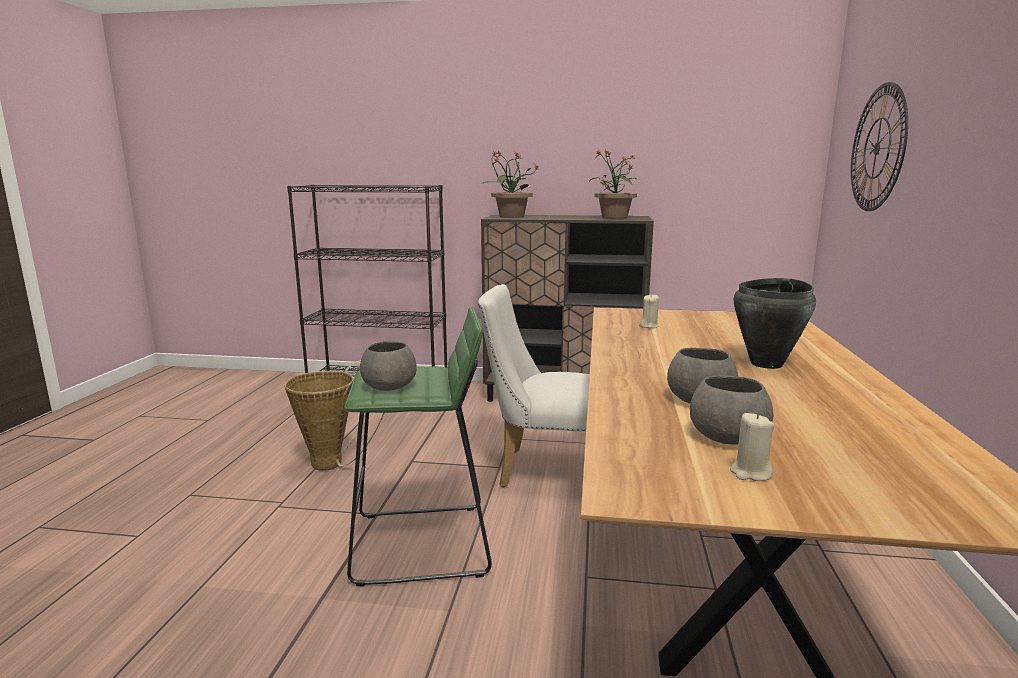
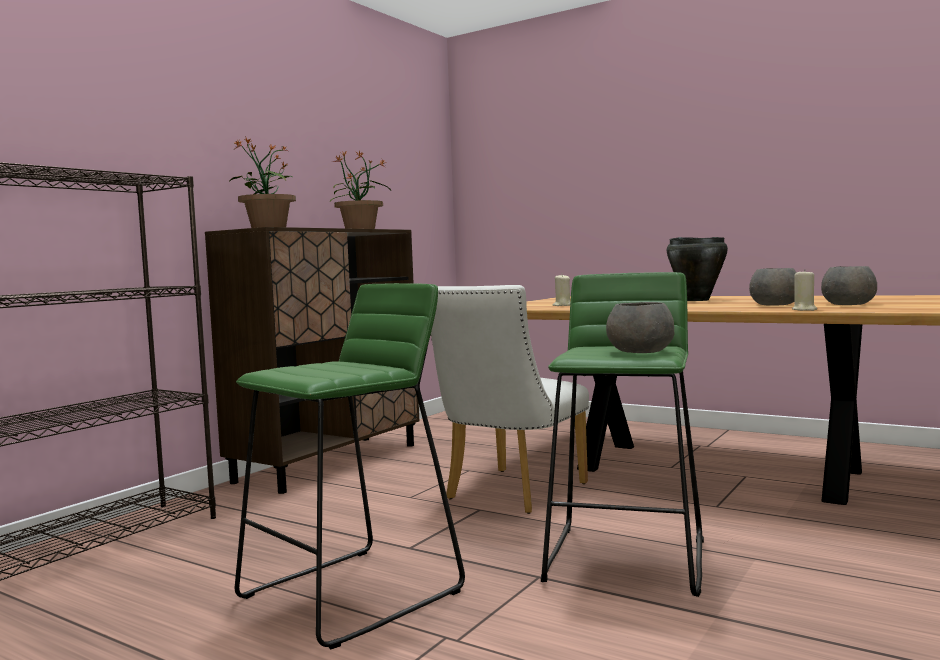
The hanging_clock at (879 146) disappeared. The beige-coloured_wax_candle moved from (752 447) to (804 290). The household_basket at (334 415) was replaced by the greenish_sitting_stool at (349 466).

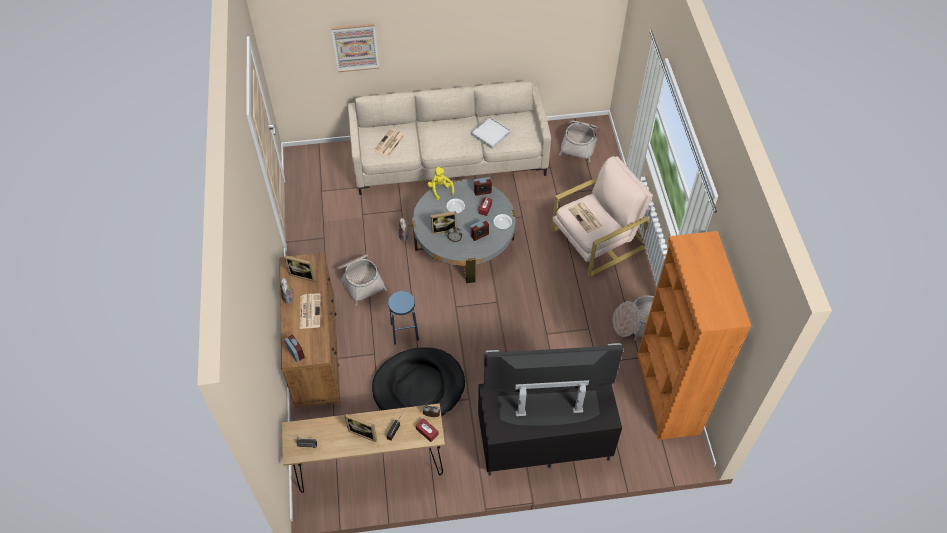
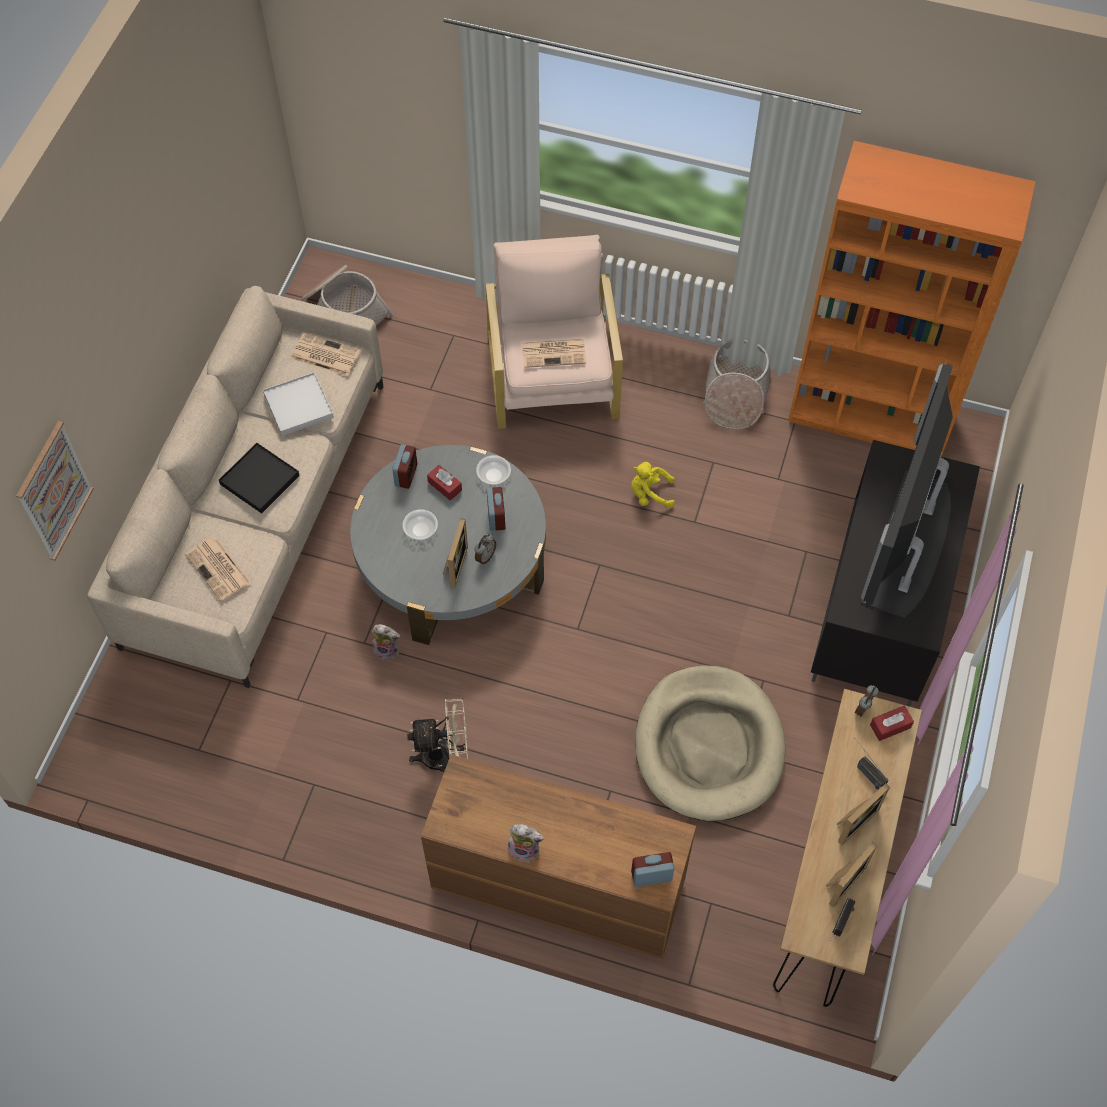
The blue-coloured_sitting_stool at (403 318) disappeared. The blackish_carrying_tray at (259 478) appeared. The photo_frame moved from (300 268) to (852 875). The printed_paper moved from (310 311) to (326 354). The yellow_cuddly_toy moved from (440 183) to (653 485). The household_basket at (362 279) was replaced by the beige-coloured_cooling_fan at (437 735). The blackish_dog_cushion at (418 382) became the beige-coloured_dog_cushion at (710 743).

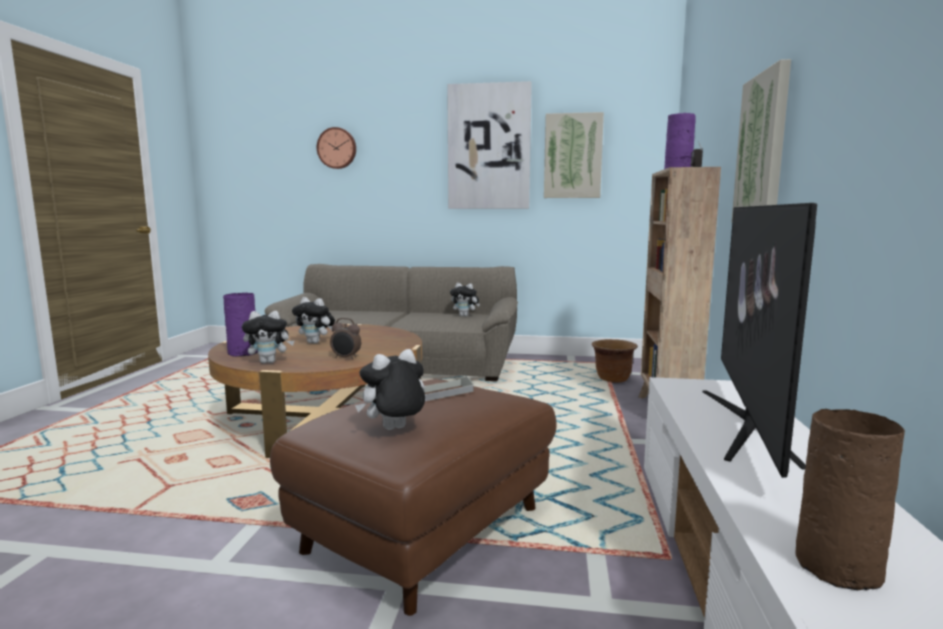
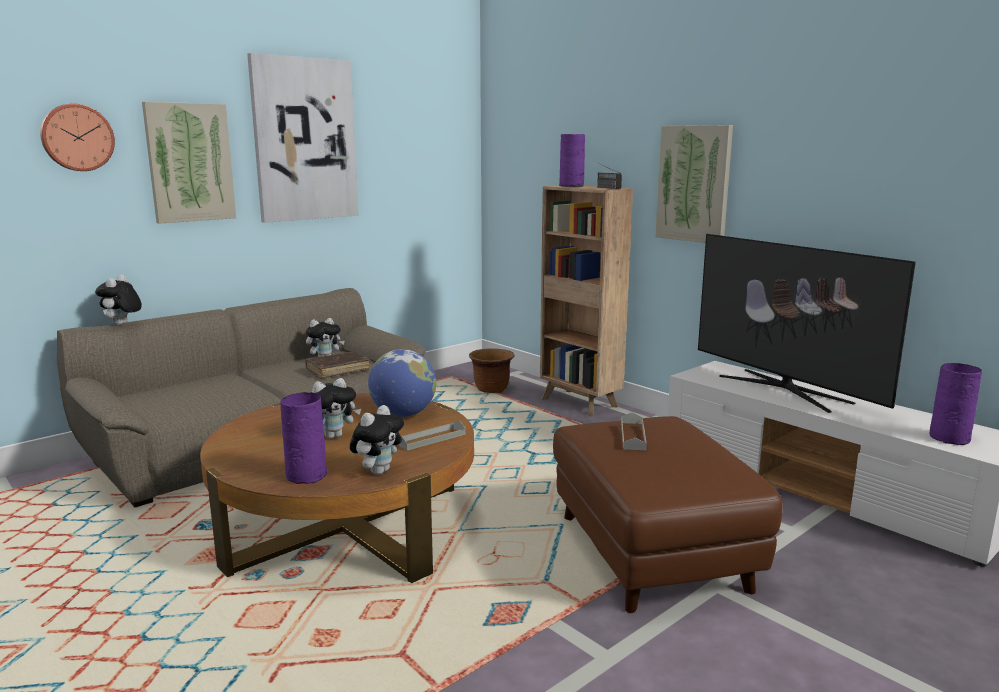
The brown-coloured_volume at (337 365) appeared. The desk_globe at (402 383) appeared. The cuddly_toy moved from (390 389) to (118 300). The wall_art moved from (574 155) to (189 163). The alarm_clock at (345 339) was replaced by the greyish_carrying_tray at (432 435). The brown-coloured_decorative_vase at (850 499) became the purple-coloured_decorative_vase at (955 404).

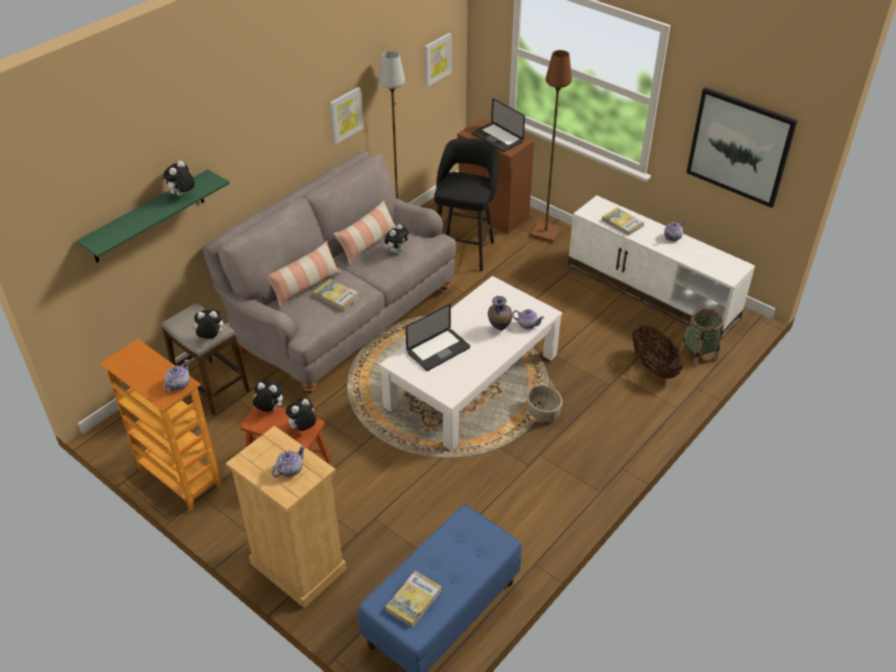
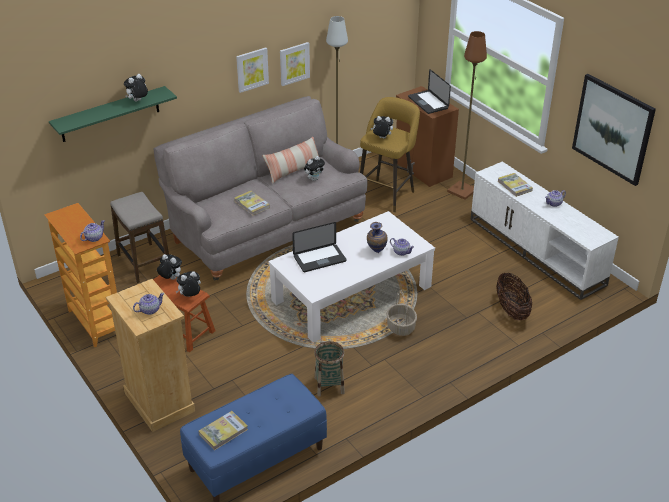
The cushion at (304 274) disappeared. The cuddly_toy moved from (208 324) to (382 127). The wall_art moved from (438 60) to (252 70). The household_basket moved from (701 338) to (329 369). The blackish_sitting_stool at (466 204) became the yellow_sitting_stool at (390 154).

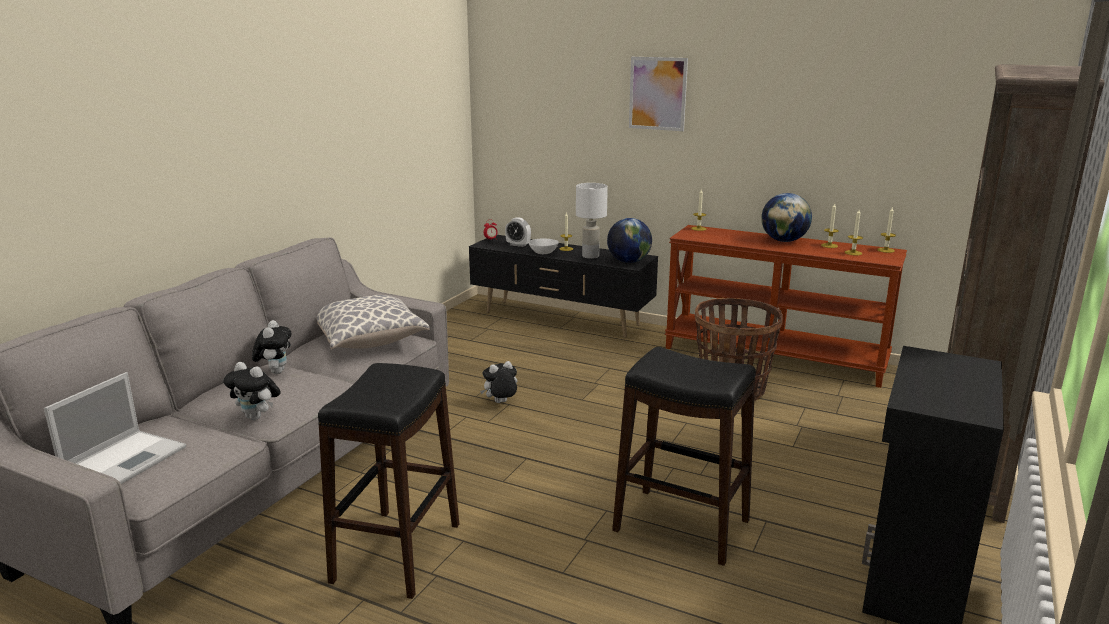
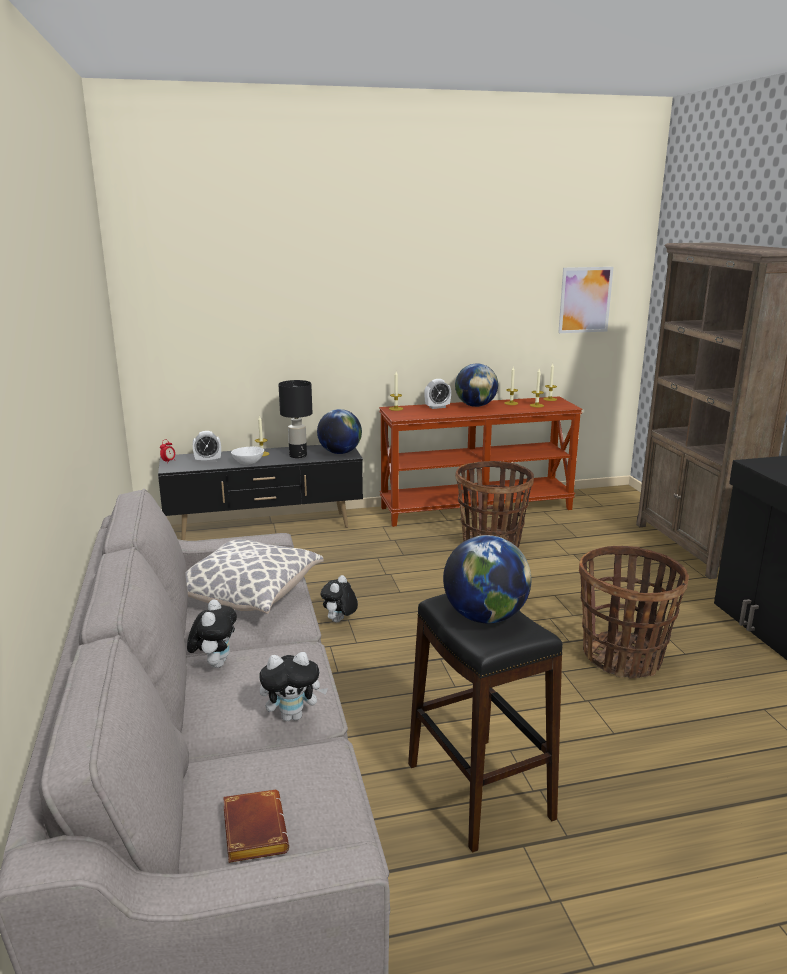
The alarm_clock at (437 394) appeared. The desk_globe at (487 579) appeared. The wall_art moved from (658 94) to (585 300). The laptop at (115 428) was replaced by the brown-coloured_volume at (256 826). The blackish_sitting_stool at (684 456) was replaced by the household_basket at (634 612). The whitish_lamp_for_a_table at (592 221) became the blackish_lamp_for_a_table at (295 419). The cuddly_toy at (271 347) turned 45 degrees clockwise.

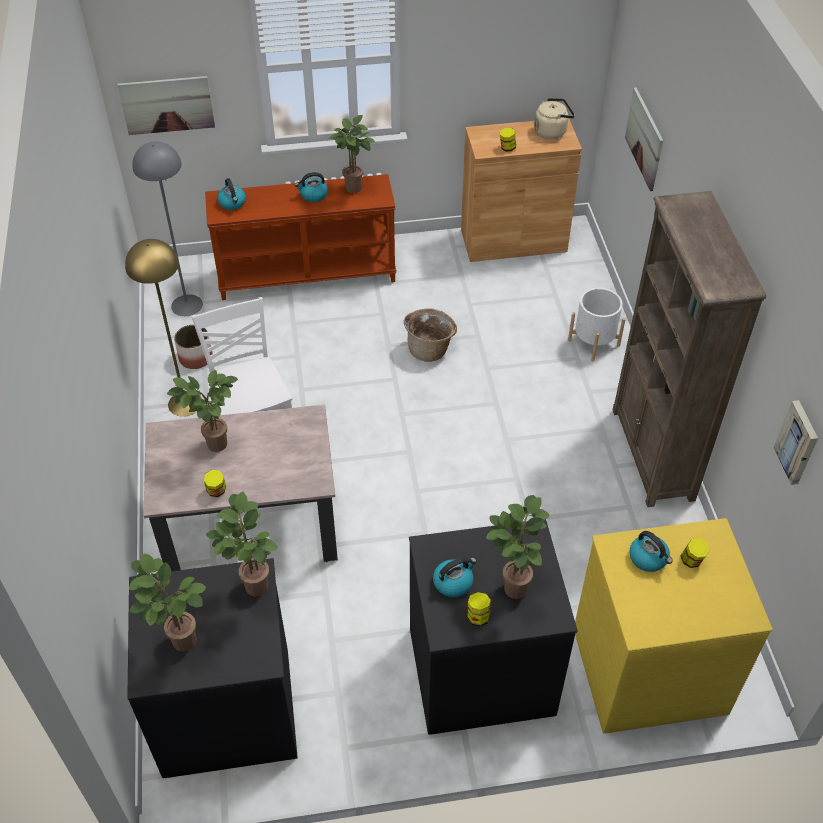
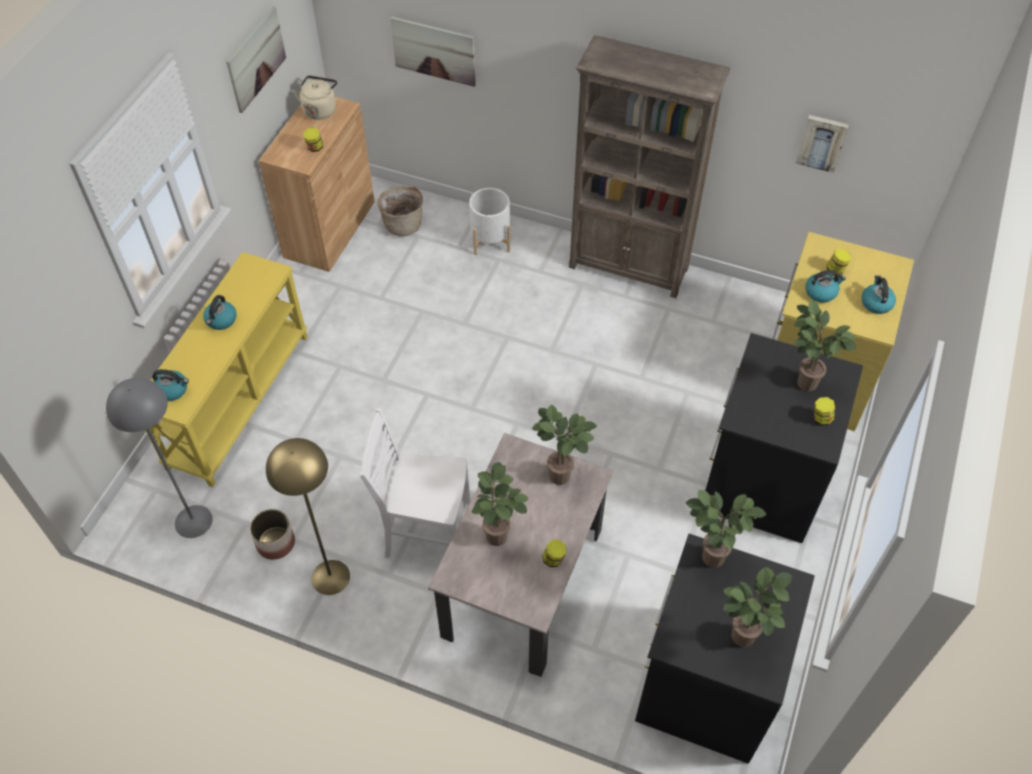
The wall_art moved from (166 105) to (256 59). The houseplant moved from (352 154) to (564 445). The household_basket moved from (430 335) to (400 211). The water_kettle moved from (455 577) to (879 294). The brown-coloured_console_table at (300 237) became the yellow_console_table at (227 369).

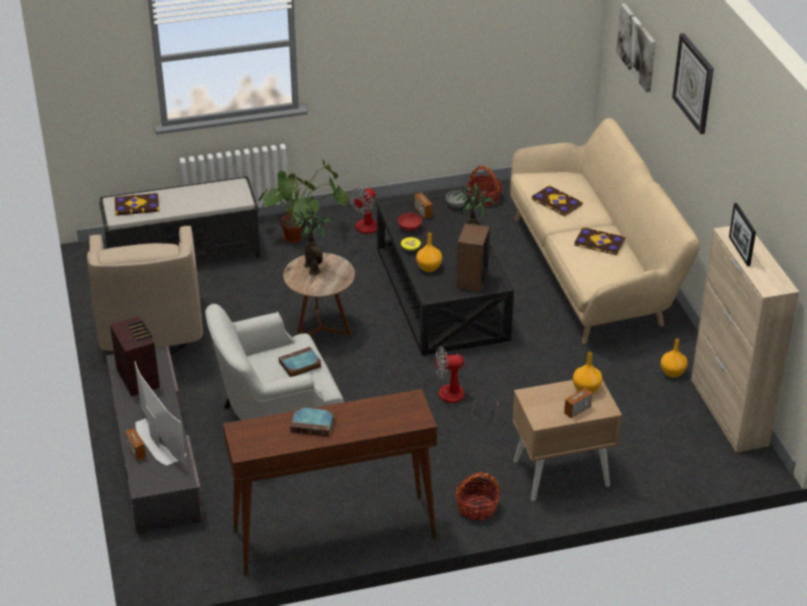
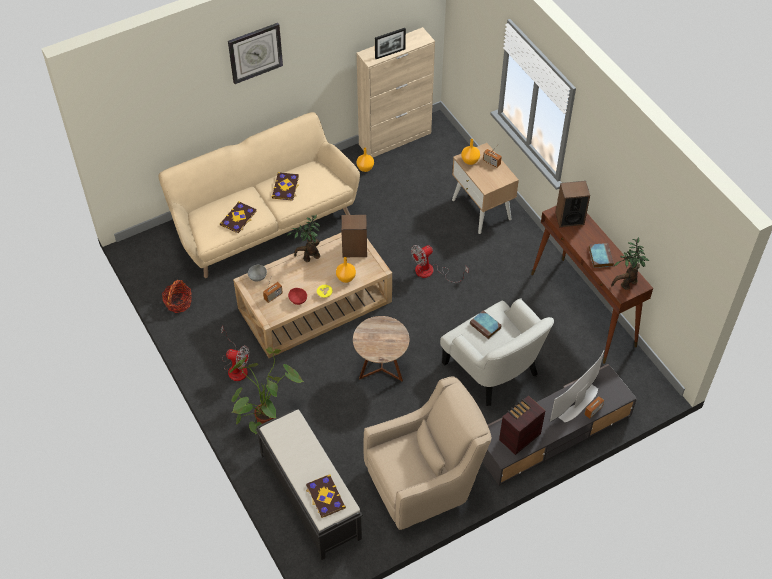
The household_basket at (478 496) disappeared. The wall_art at (636 47) disappeared. The speaker at (572 204) appeared. The houseplant moved from (311 240) to (630 263). The blackish_coffee_table at (445 272) became the beige-coloured_coffee_table at (312 295). The cooling_fan at (467 384) turned 75 degrees clockwise.

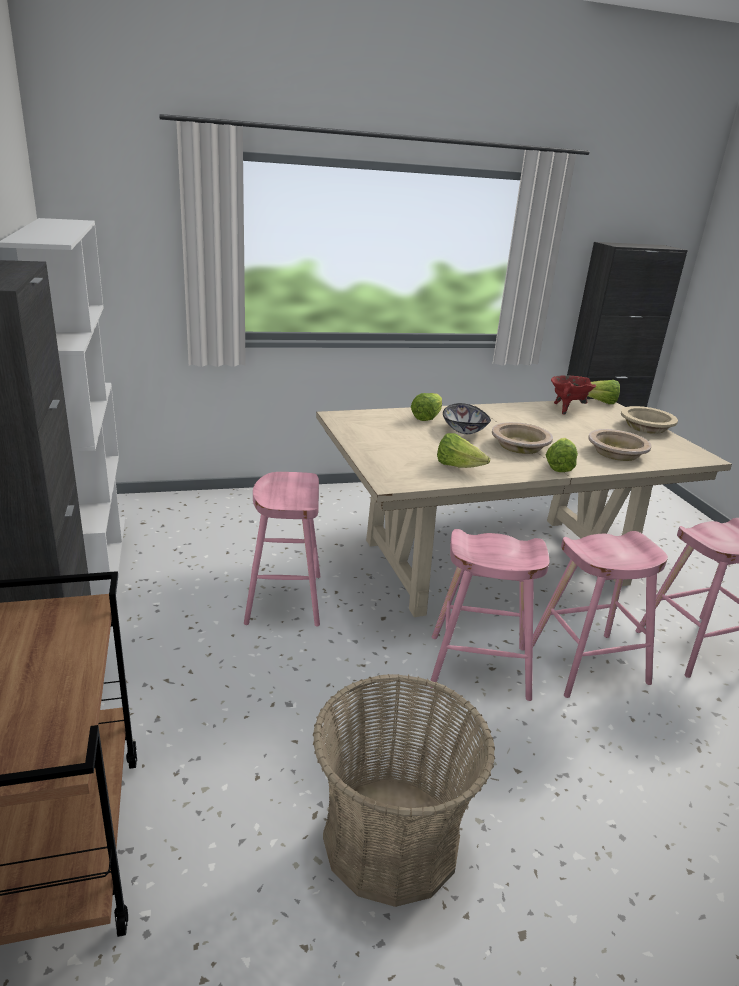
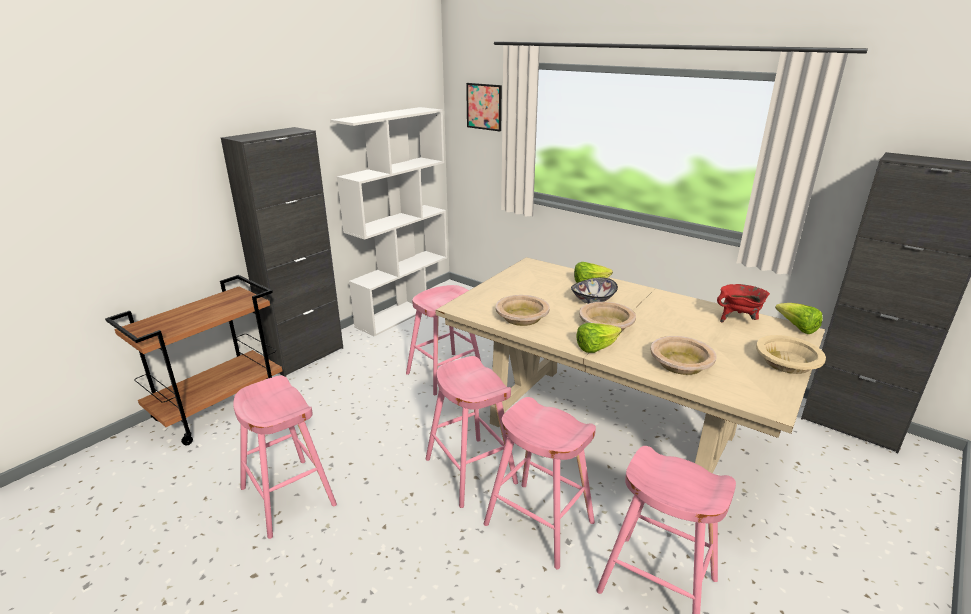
The wall_art at (484 107) appeared. The household_basket at (404 790) was replaced by the pink-coloured_sitting_stool at (285 457). The lettuce at (463 450) was replaced by the beige-coloured_deep_dish at (523 310).

